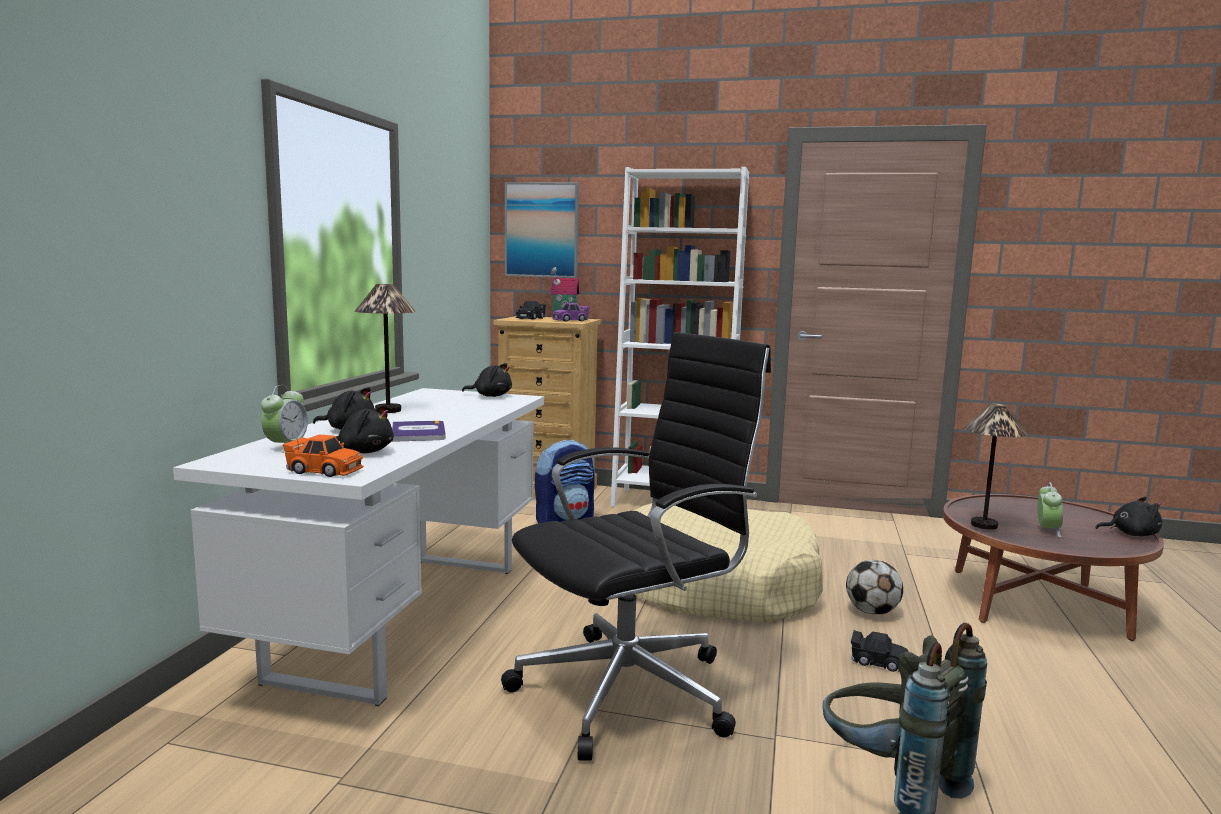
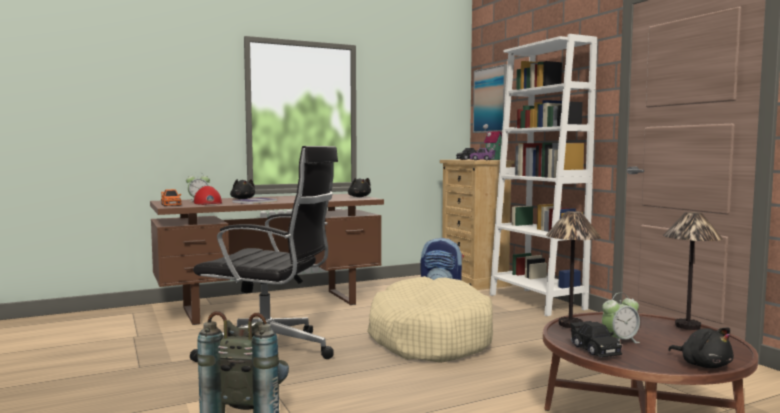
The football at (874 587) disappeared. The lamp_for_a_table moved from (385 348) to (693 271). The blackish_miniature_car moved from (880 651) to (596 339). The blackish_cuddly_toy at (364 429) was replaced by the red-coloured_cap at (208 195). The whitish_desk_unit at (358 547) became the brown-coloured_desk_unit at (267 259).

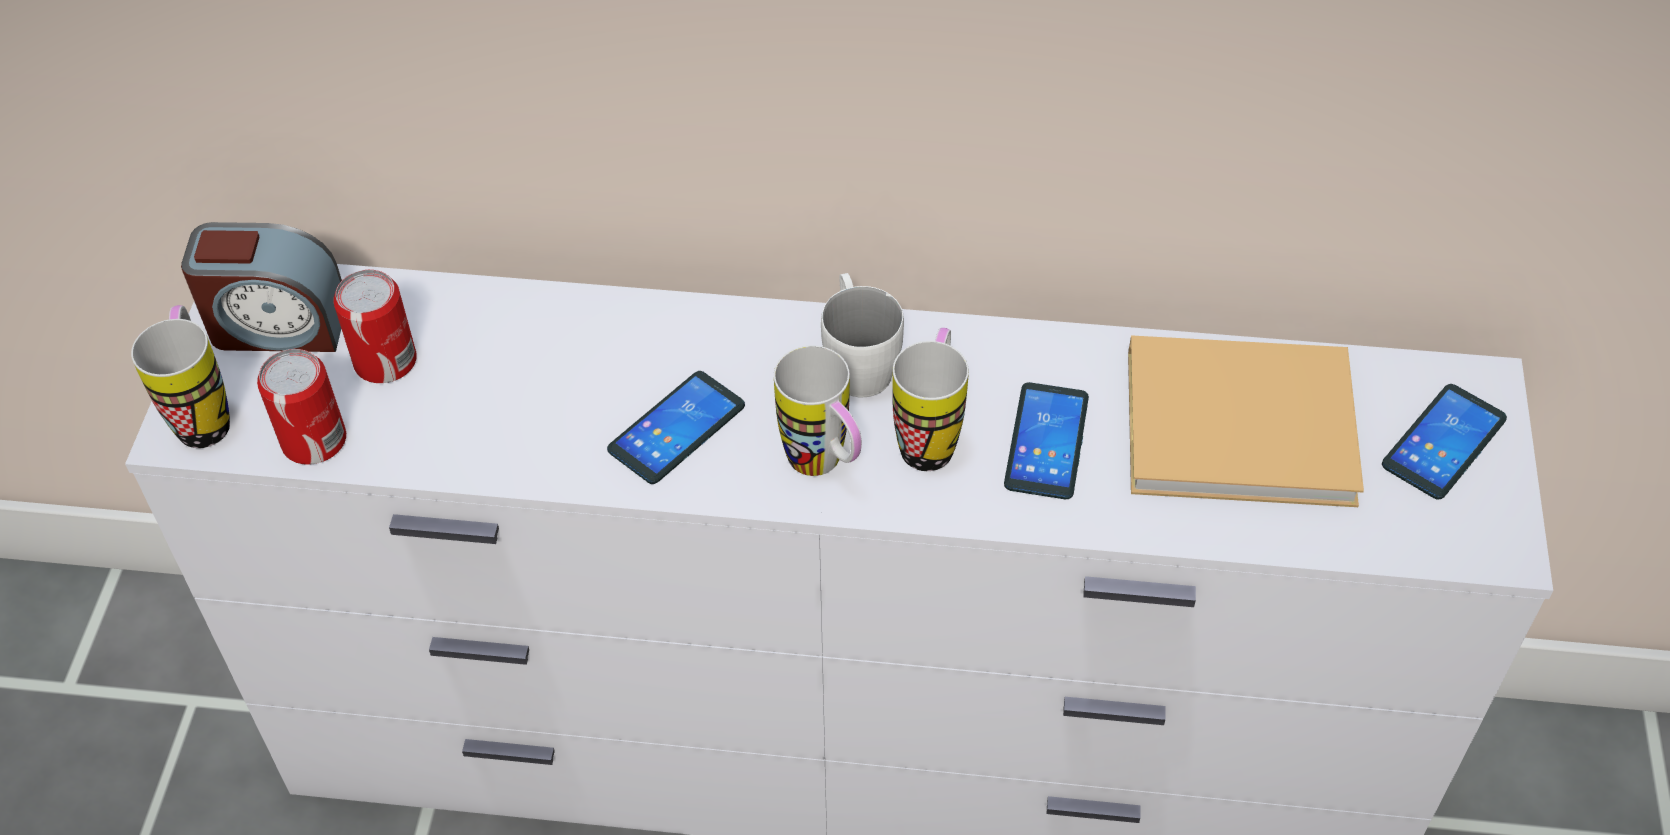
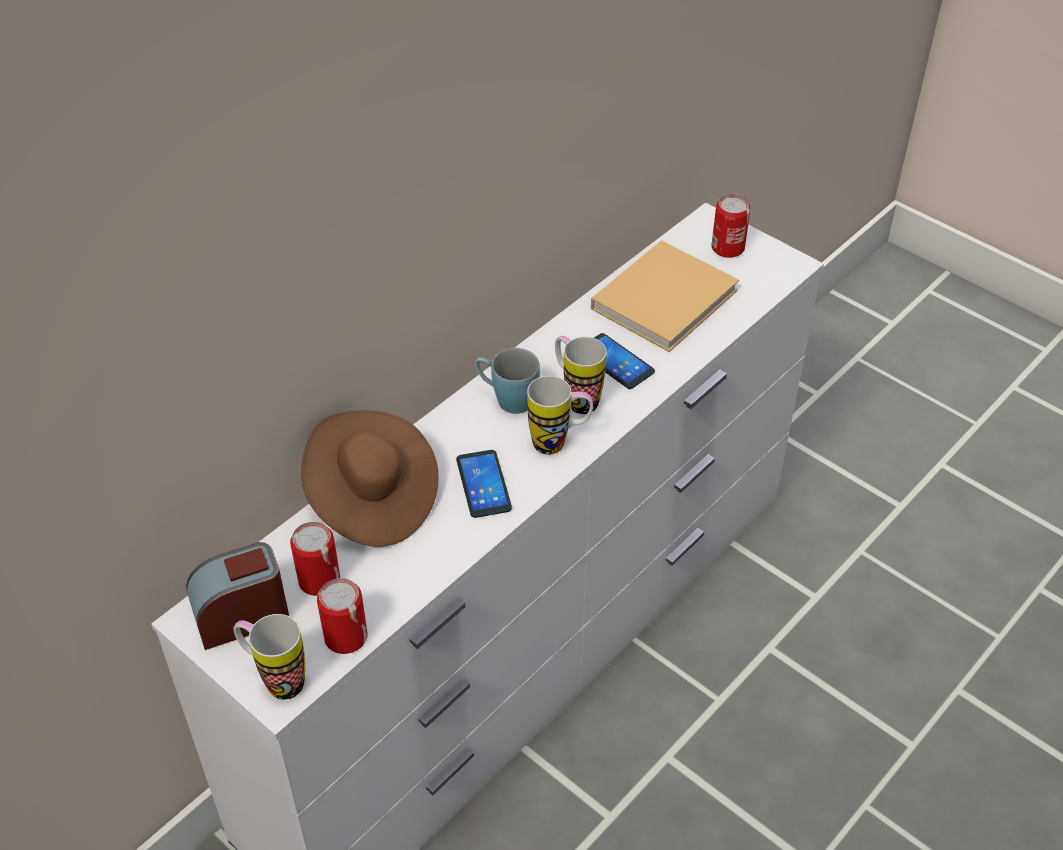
The brown-coloured_wearable_hat at (370 478) appeared. The phone at (1444 442) was replaced by the metal_can at (731 226). The whitish_tea_mug at (862 335) became the blue-coloured_tea_mug at (507 381). The alarm_clock at (261 287) turned 150 degrees counterclockwise.

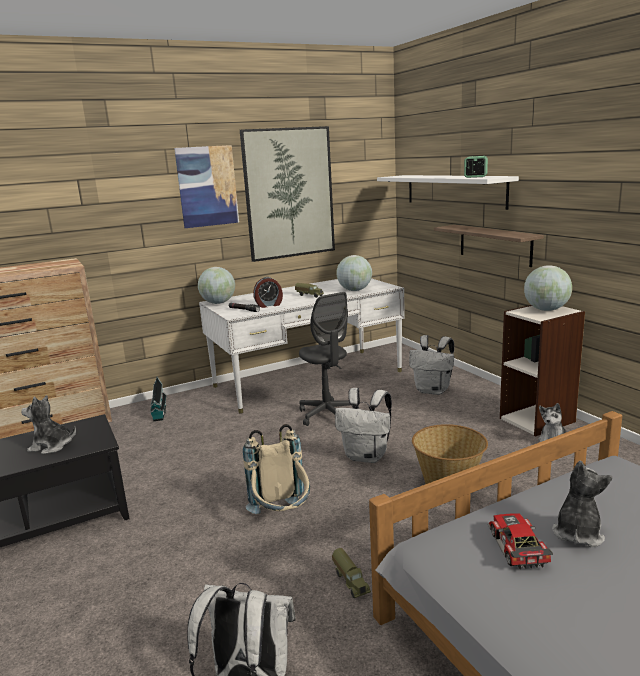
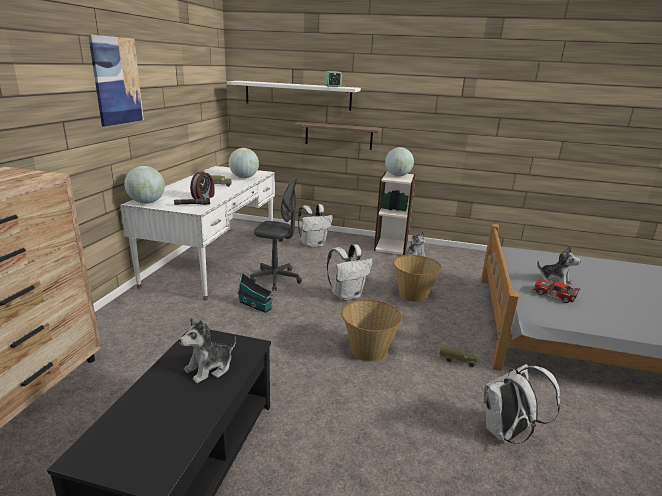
The wall_art at (287 194) disappeared. The toy_house moved from (158 399) to (255 292). The beige-coloured_rucksack at (276 469) was replaced by the household_basket at (371 330). The cuddly_toy at (582 504) turned 150 degrees clockwise.

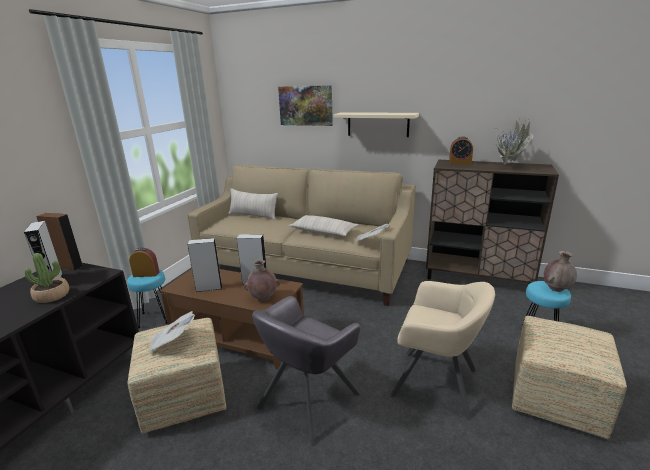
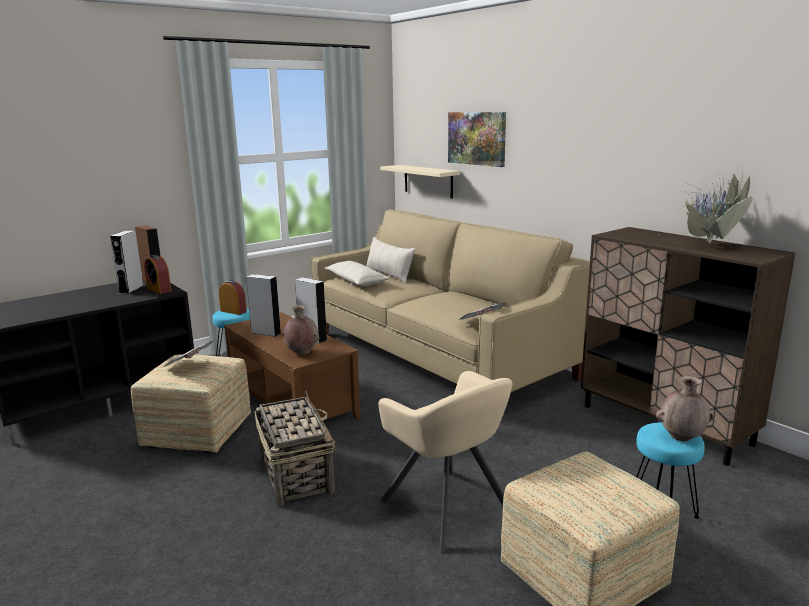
The houseplant at (47 278) disappeared. The beige-coloured_cushion moved from (323 225) to (357 274). The beige-coloured_bracket_shelf moved from (376 124) to (420 182). The alarm_clock moved from (461 151) to (157 274). The greyish_easy_chair at (306 371) was replaced by the household_basket at (295 448).

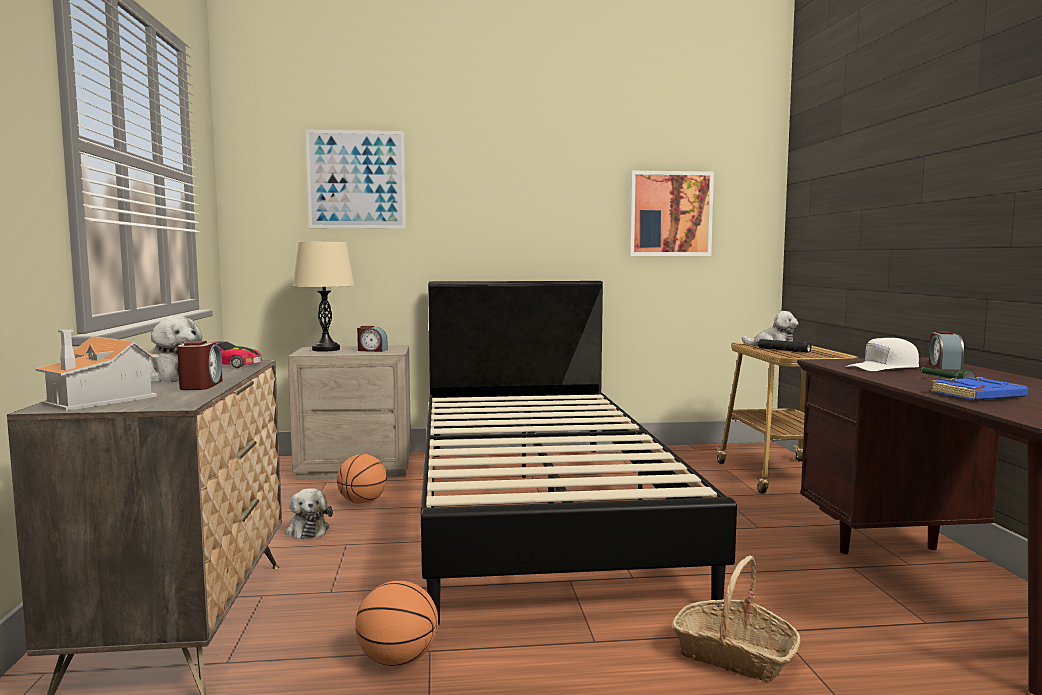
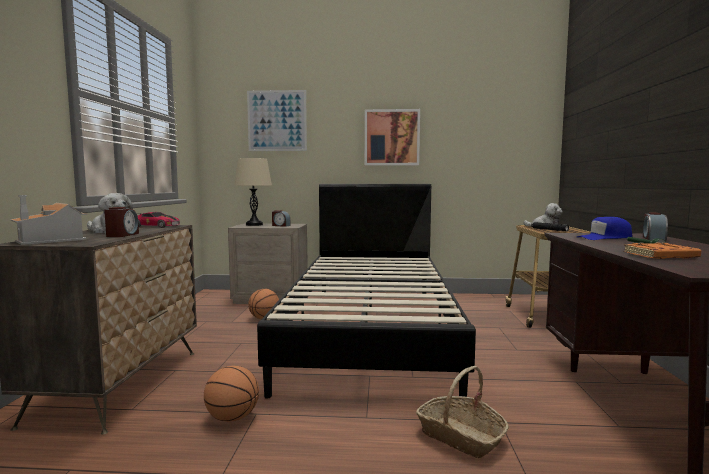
The cuddly_toy at (309 513) disappeared. The wall_art moved from (671 213) to (392 137). The whitish_cap at (882 354) became the blue-coloured_cap at (604 228). The blue-coloured_volume at (979 388) became the orangey_volume at (662 250).

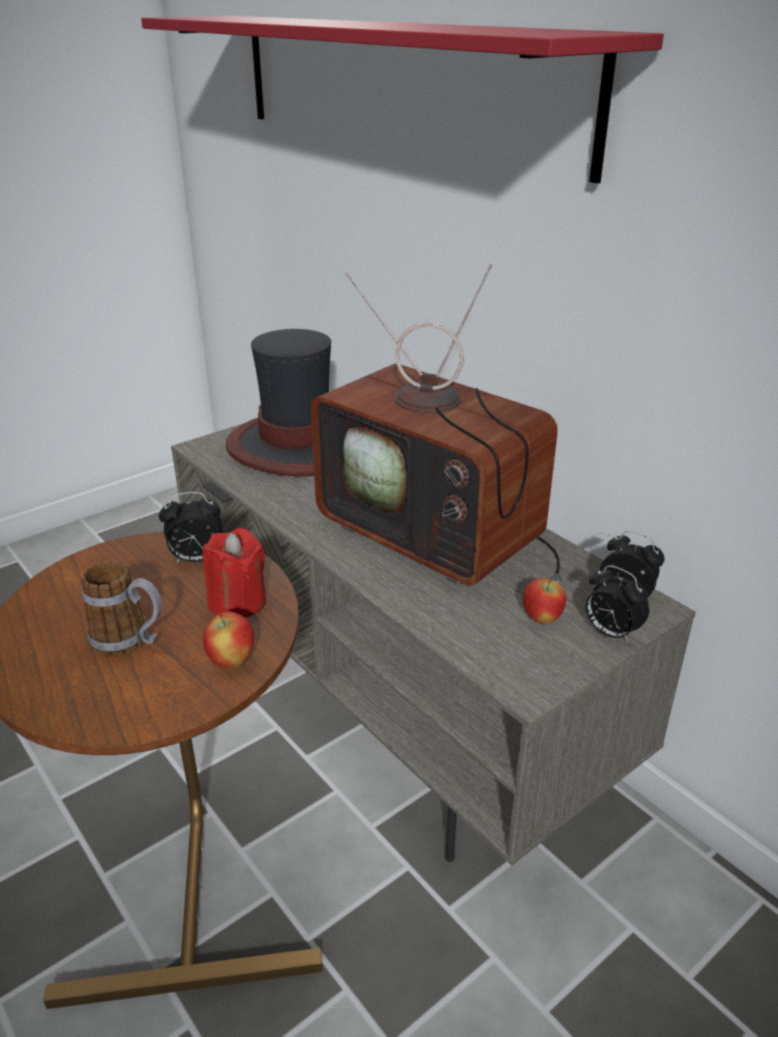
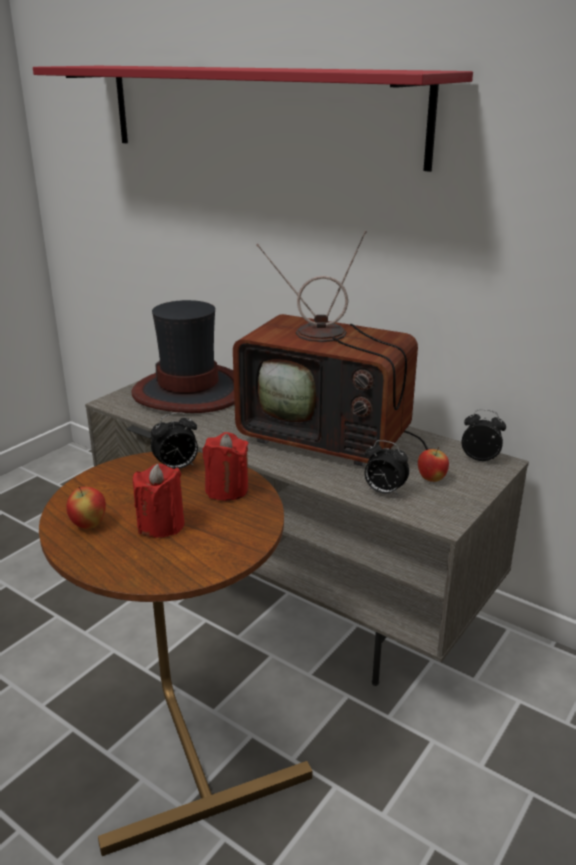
The whole_apple moved from (228 639) to (86 508). The alarm_clock moved from (617 604) to (386 468). The tea_mug at (121 608) was replaced by the red-coloured_wax_candle at (159 501).

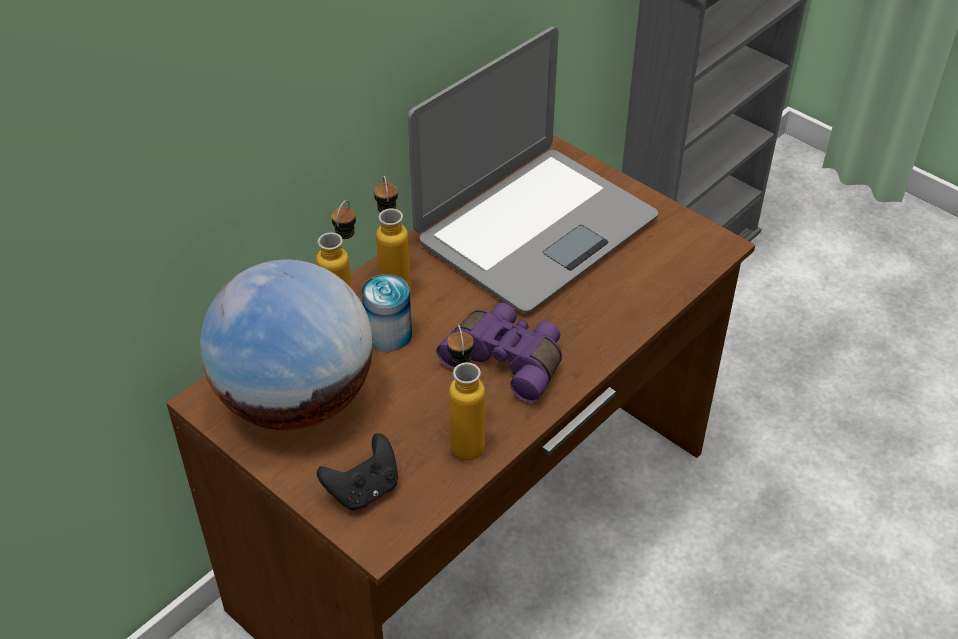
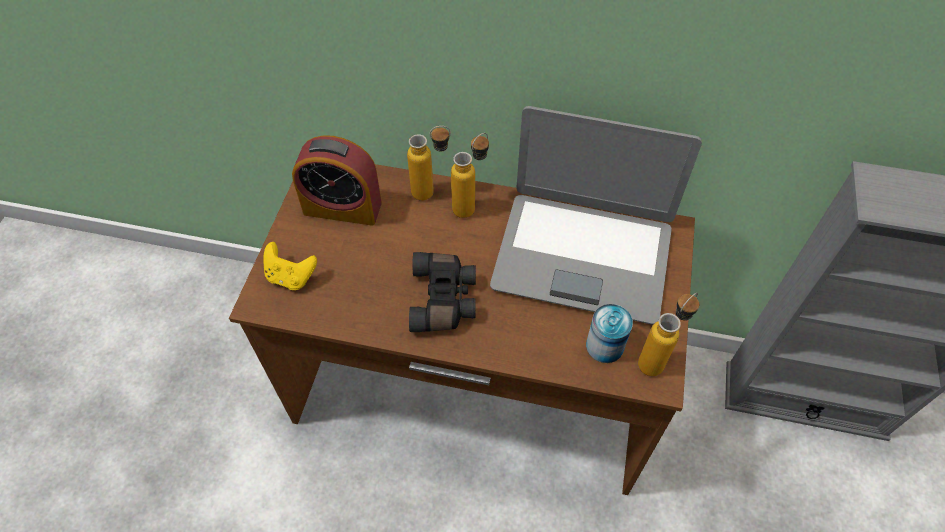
The metal_can moved from (387 313) to (609 333). The bottle moved from (466 392) to (668 334). The desk_globe at (286 345) was replaced by the alarm_clock at (337 180). The blackish_game_controller at (357 472) became the yellow_game_controller at (290 266). The purple-coloured_field_glasses at (499 352) became the blackish_field_glasses at (442 292).

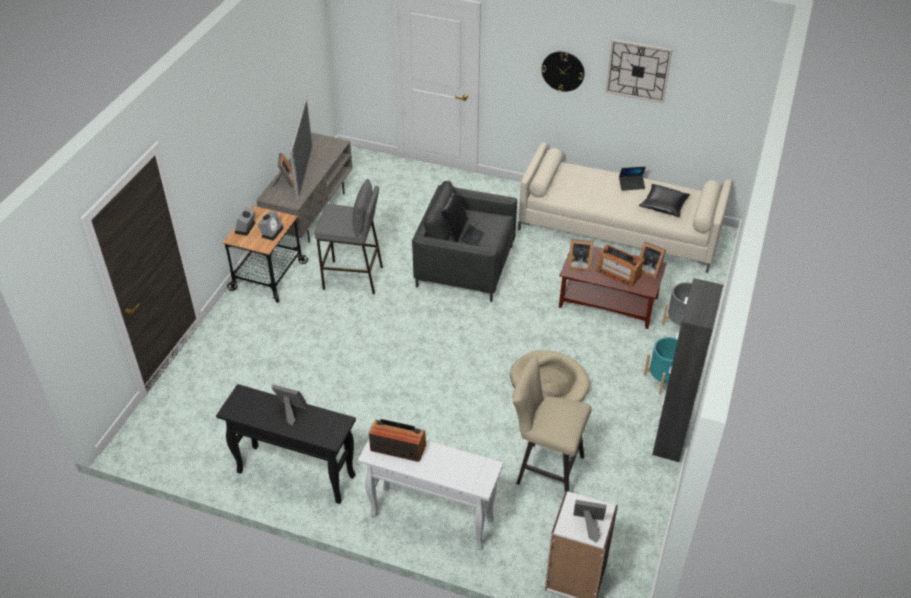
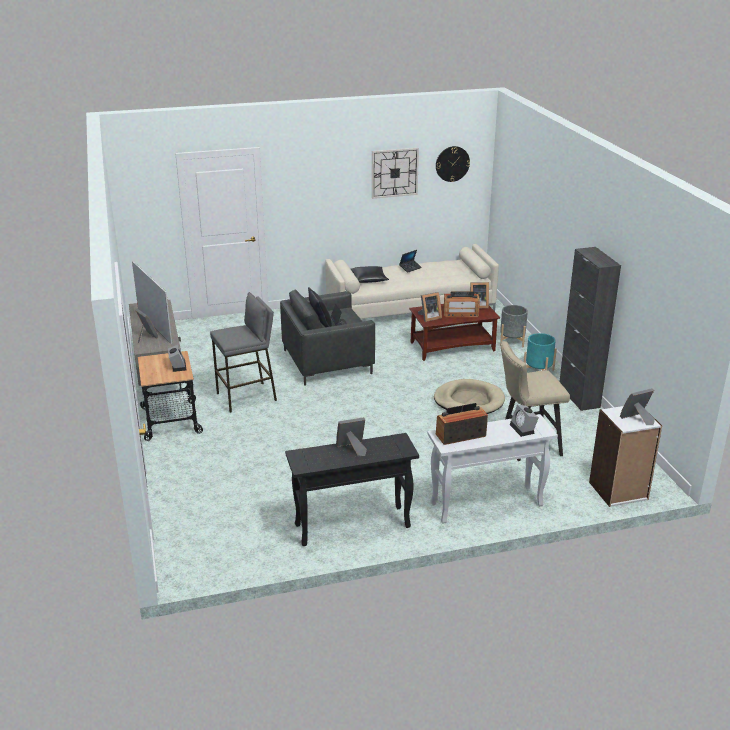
The alarm_clock moved from (245 221) to (524 421). The hanging_clock moved from (563 71) to (453 164). The blackish_cushion moved from (664 201) to (370 274).

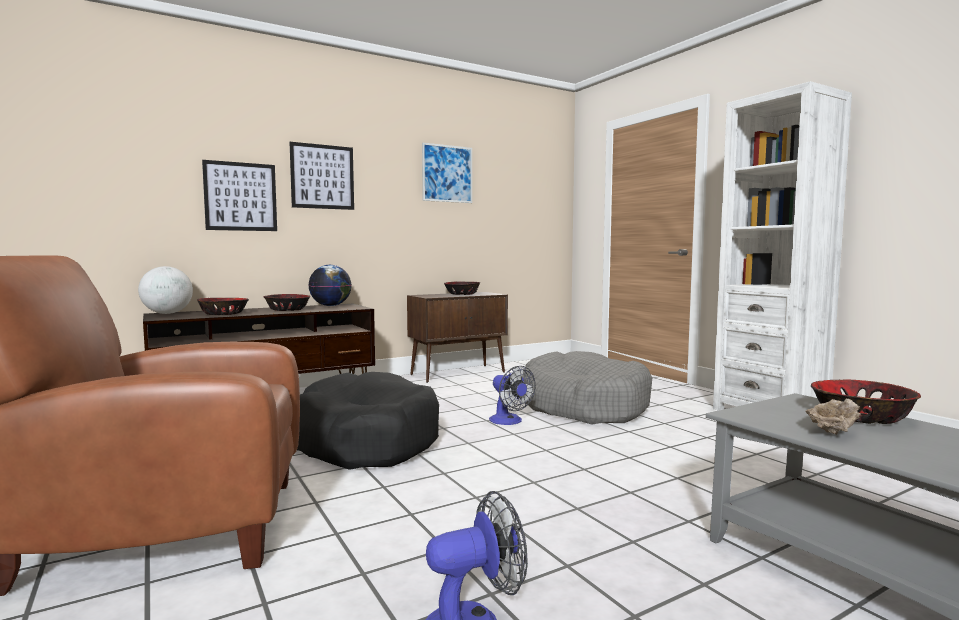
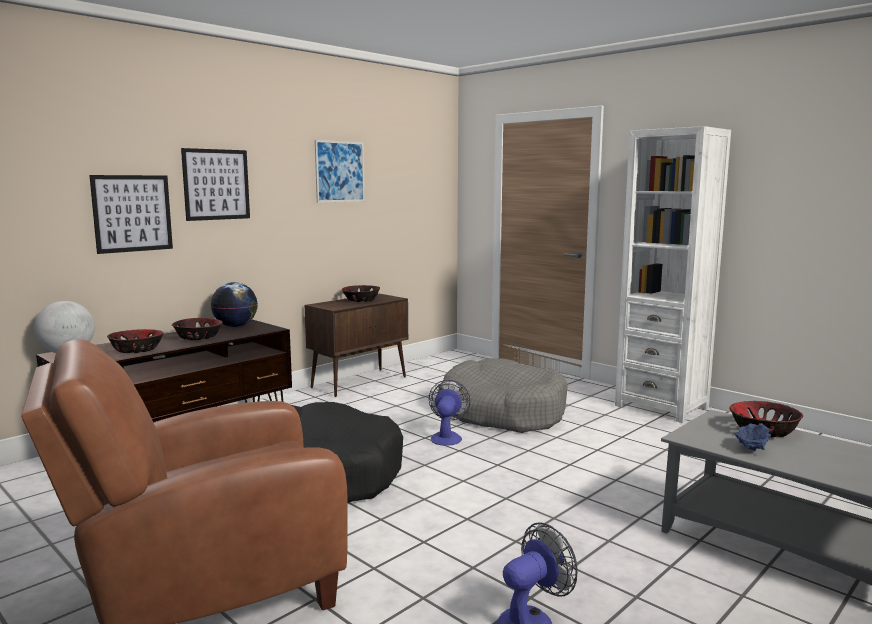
The beige-coloured_deep_dish at (833 417) became the blue-coloured_deep_dish at (753 437). The cooling_fan at (512 395) turned 120 degrees counterclockwise.

